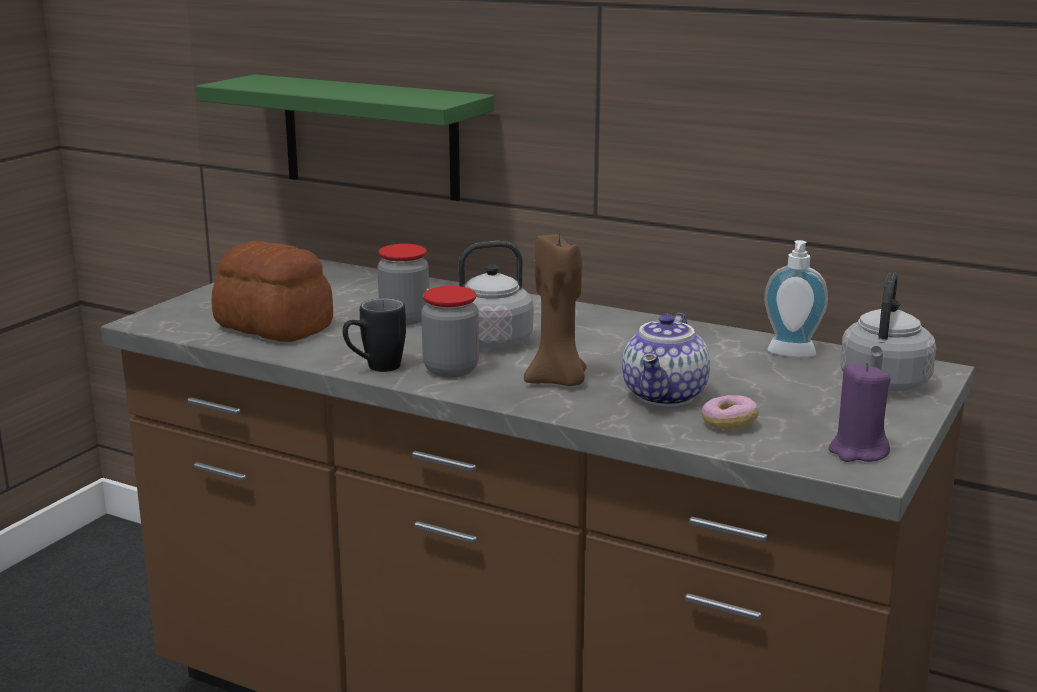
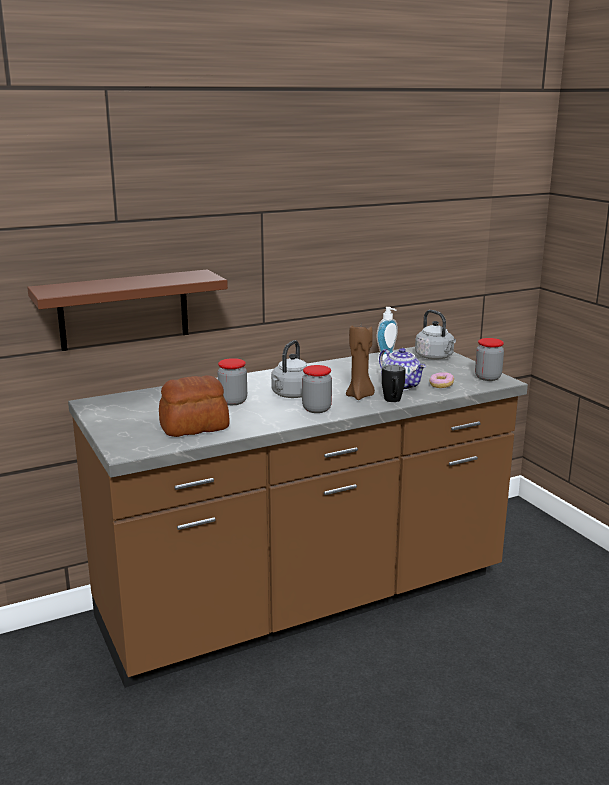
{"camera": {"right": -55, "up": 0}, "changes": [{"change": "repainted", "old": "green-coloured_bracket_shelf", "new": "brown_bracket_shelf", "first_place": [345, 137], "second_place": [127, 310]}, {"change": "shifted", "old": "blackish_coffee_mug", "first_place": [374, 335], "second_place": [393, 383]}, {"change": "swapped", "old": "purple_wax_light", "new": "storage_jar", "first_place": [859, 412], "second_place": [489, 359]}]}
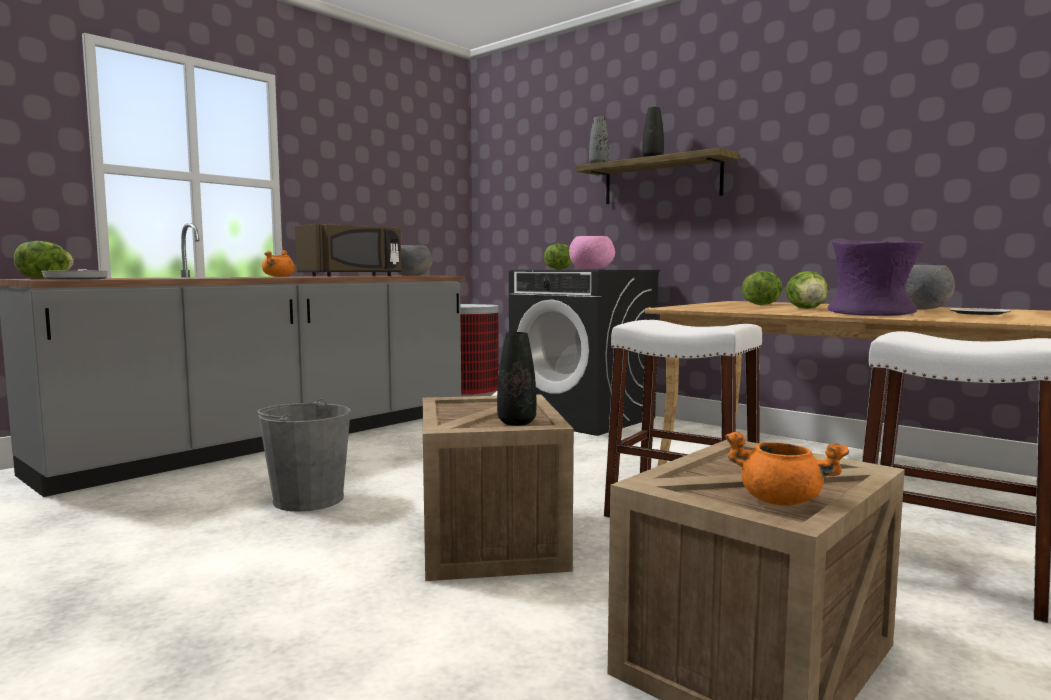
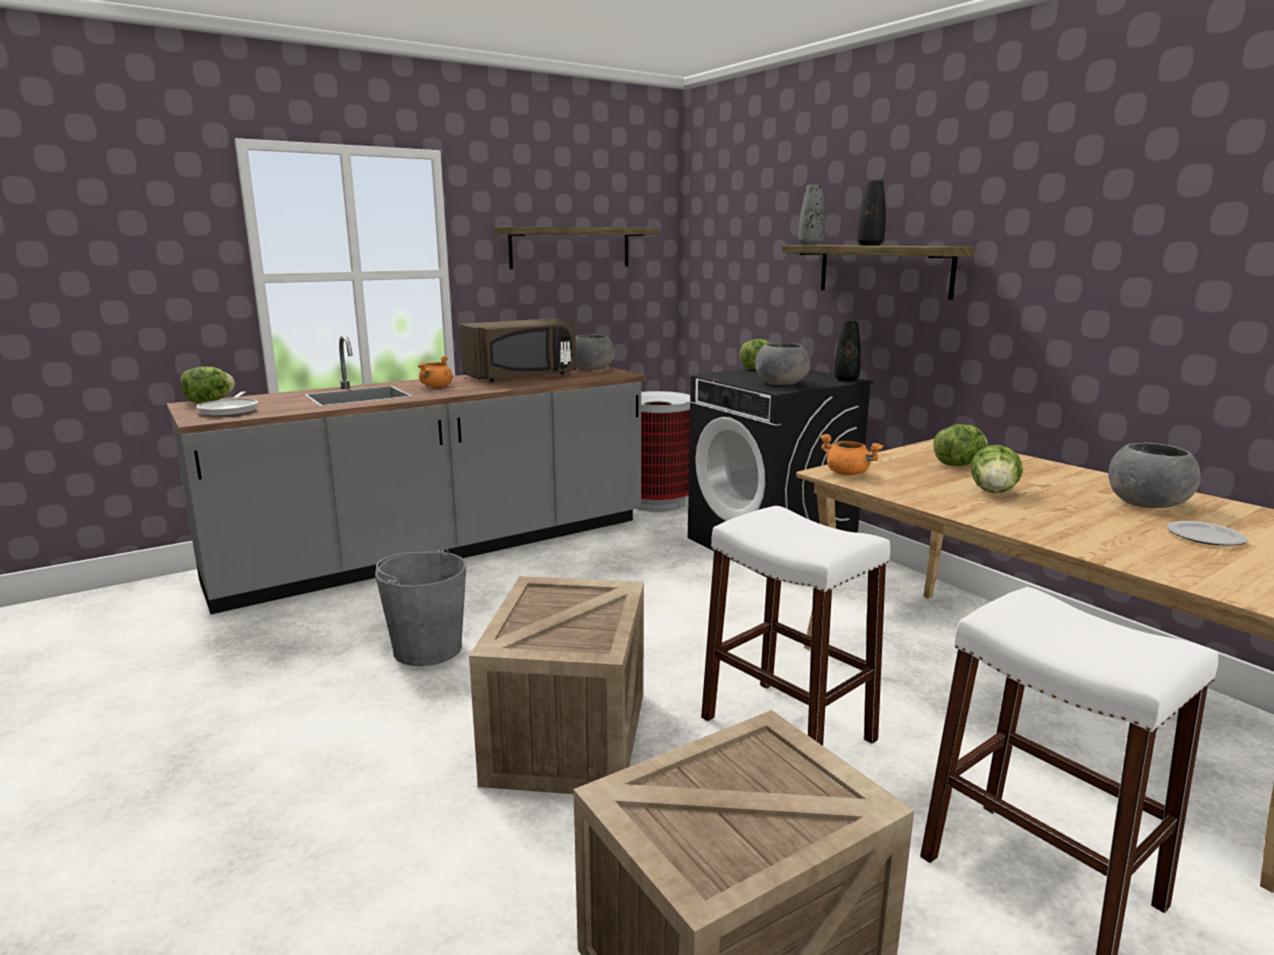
{"camera": {"right": 15, "up": 10}, "changes": [{"change": "repainted", "old": "pink_bowl", "new": "grey_bowl", "first_place": [592, 253], "second_place": [783, 364]}, {"change": "gone", "old": "purple_vase", "first_place": [875, 278]}, {"change": "shifted", "old": "blackish_vase", "first_place": [516, 379], "second_place": [847, 351]}, {"change": "shifted", "old": "orange_saucepot", "first_place": [787, 468], "second_place": [851, 454]}, {"change": "new", "new": "bracket_shelf", "second_place": [576, 248]}]}
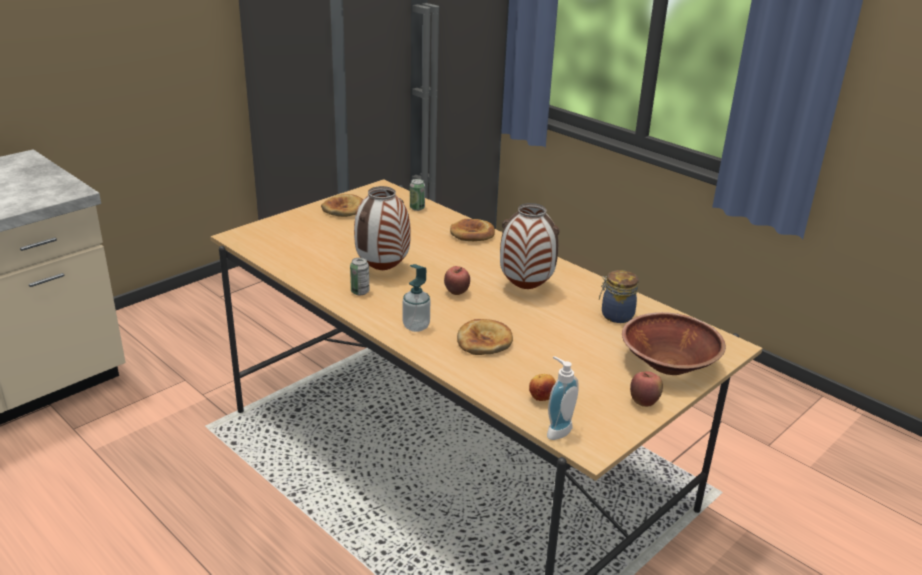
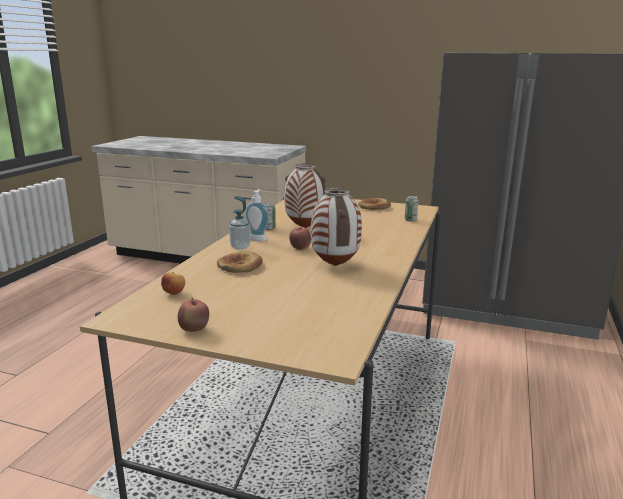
{"camera": {"right": 65, "up": -10}, "changes": [{"change": "gone", "old": "baked_bread", "first_place": [472, 230]}, {"change": "gone", "old": "storage_jar", "first_place": [619, 296]}, {"change": "gone", "old": "brown_bowl", "first_place": [674, 343]}, {"change": "shifted", "old": "liquid_soap_bottle", "first_place": [563, 398], "second_place": [257, 215]}]}
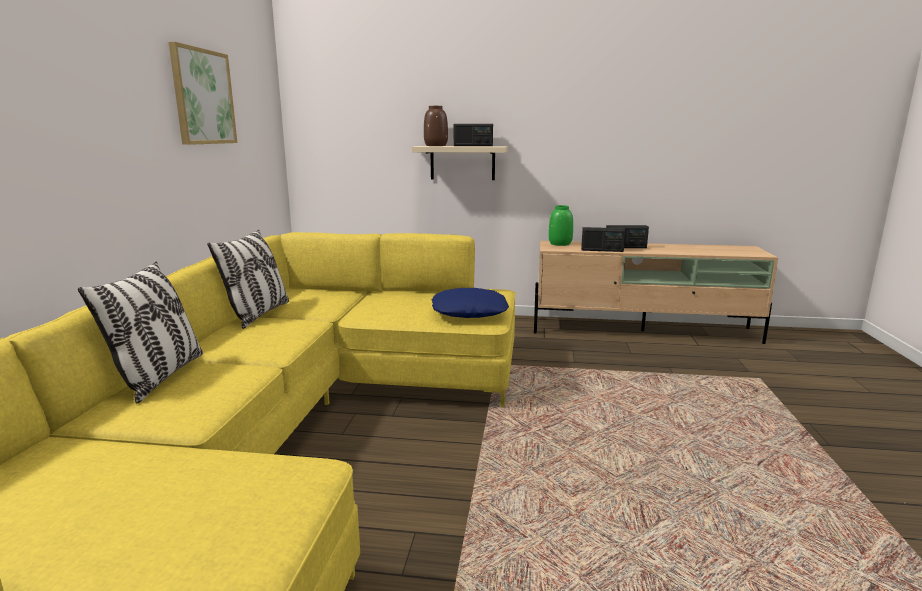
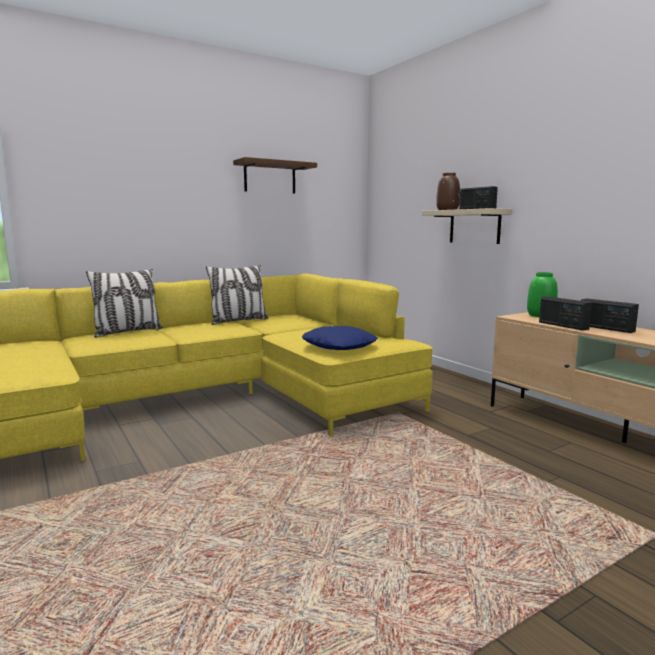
{"camera": {"right": 50, "up": -5}, "changes": [{"change": "swapped", "old": "picture", "new": "brown_bracket_shelf", "first_place": [202, 93], "second_place": [275, 175]}]}
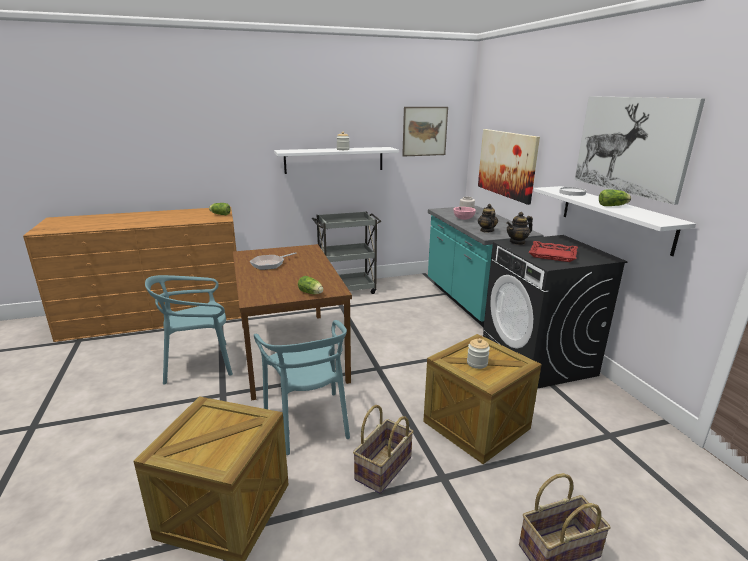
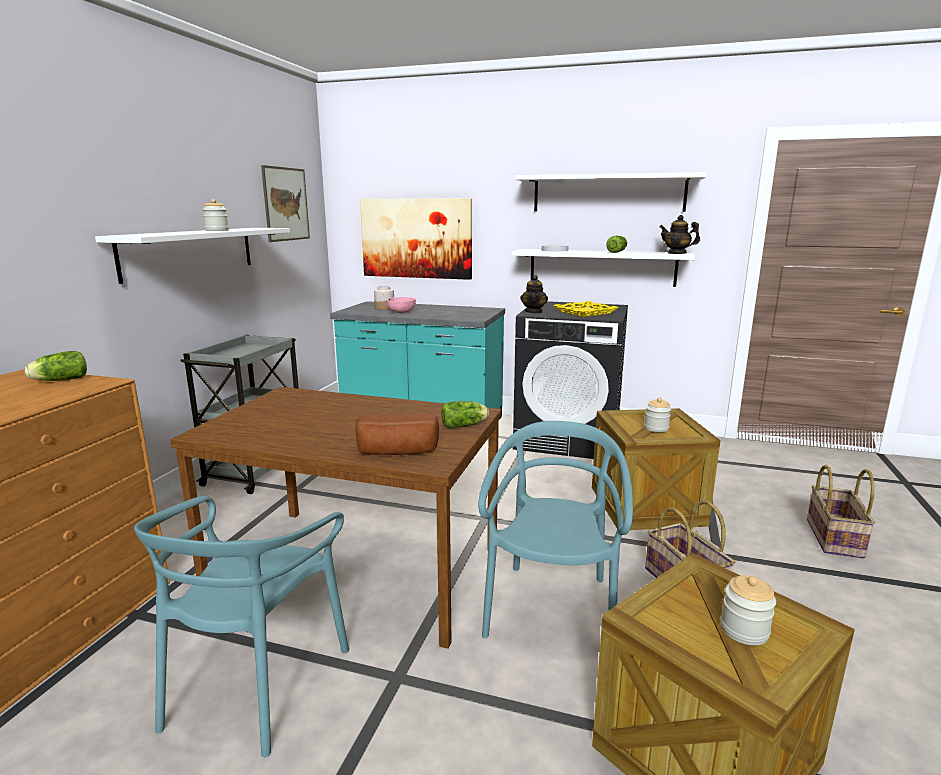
{"camera": {"right": -55, "up": -5}, "changes": [{"change": "swapped", "old": "picture", "new": "white-coloured_bracket_shelf", "first_place": [640, 150], "second_place": [610, 192]}, {"change": "shifted", "old": "teapot", "first_place": [488, 218], "second_place": [679, 234]}, {"change": "repainted", "old": "reddish_tray", "new": "yellowish_tray", "first_place": [553, 251], "second_place": [585, 309]}, {"change": "gone", "old": "pan", "first_place": [273, 261]}, {"change": "rotated", "old": "turquoise-coloured_upright_chair", "first_place": [302, 387], "second_place": [555, 529], "degrees": -90}, {"change": "new", "new": "baked_bread", "second_place": [397, 434]}, {"change": "new", "new": "storage_jar", "second_place": [748, 610]}]}
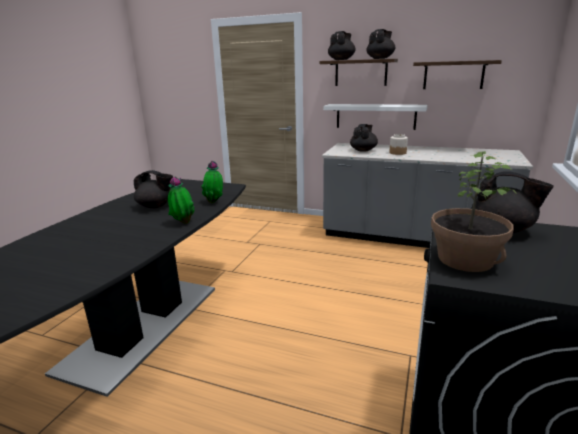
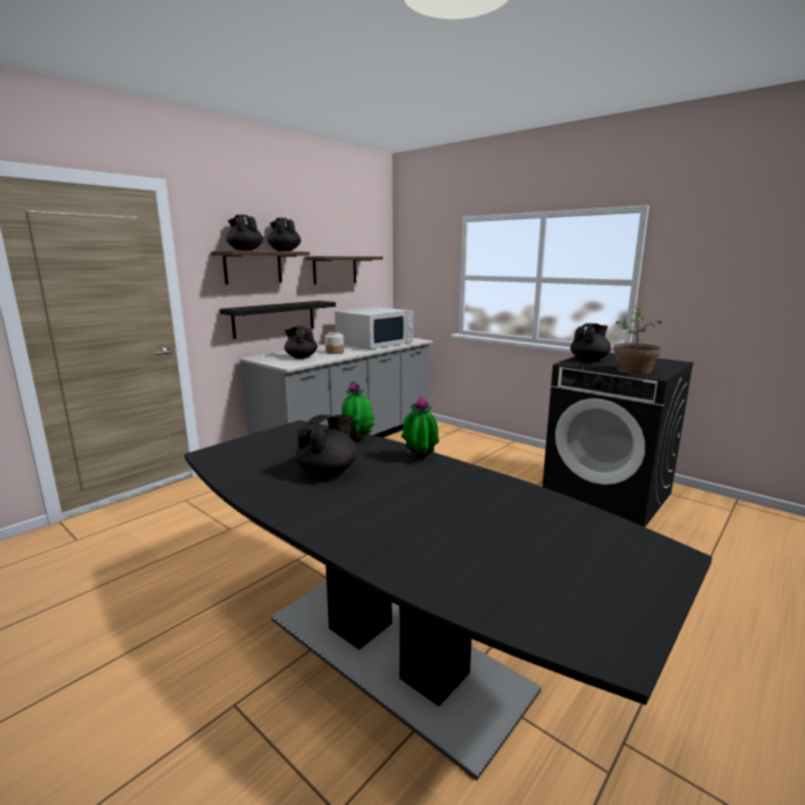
{"camera": {"right": -70, "up": -5}, "changes": [{"change": "repainted", "old": "white-coloured_bracket_shelf", "new": "blackish_bracket_shelf", "first_place": [375, 117], "second_place": [278, 320]}, {"change": "new", "new": "white-coloured_microwave_oven", "second_place": [374, 328]}]}
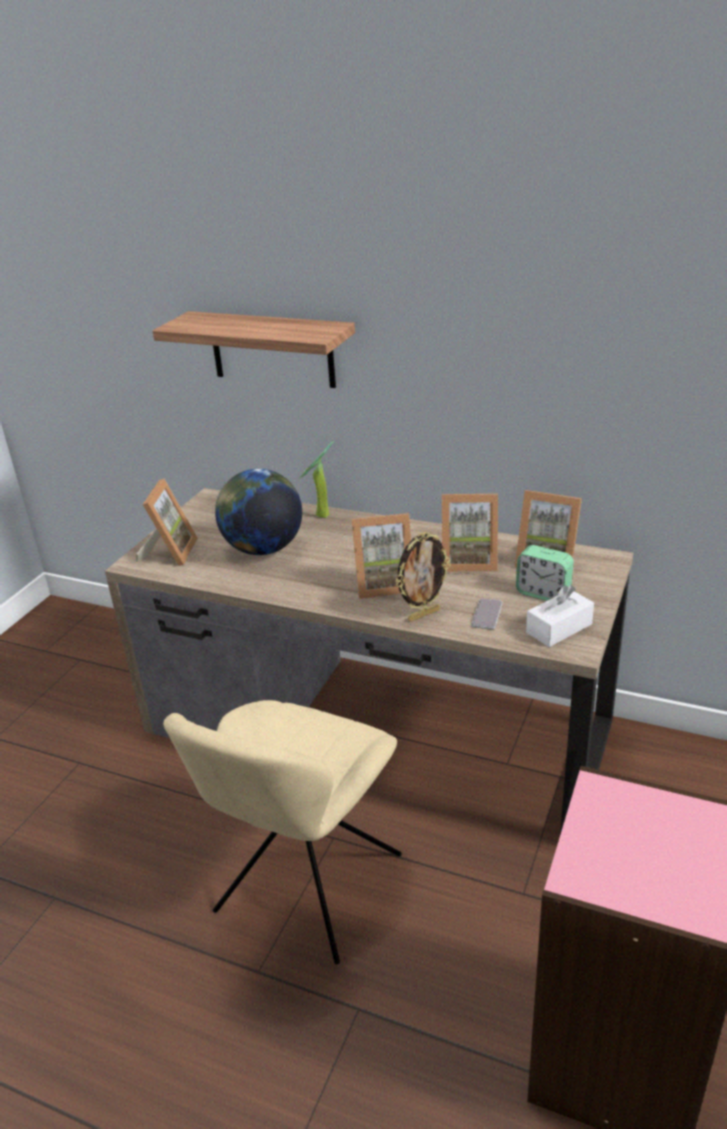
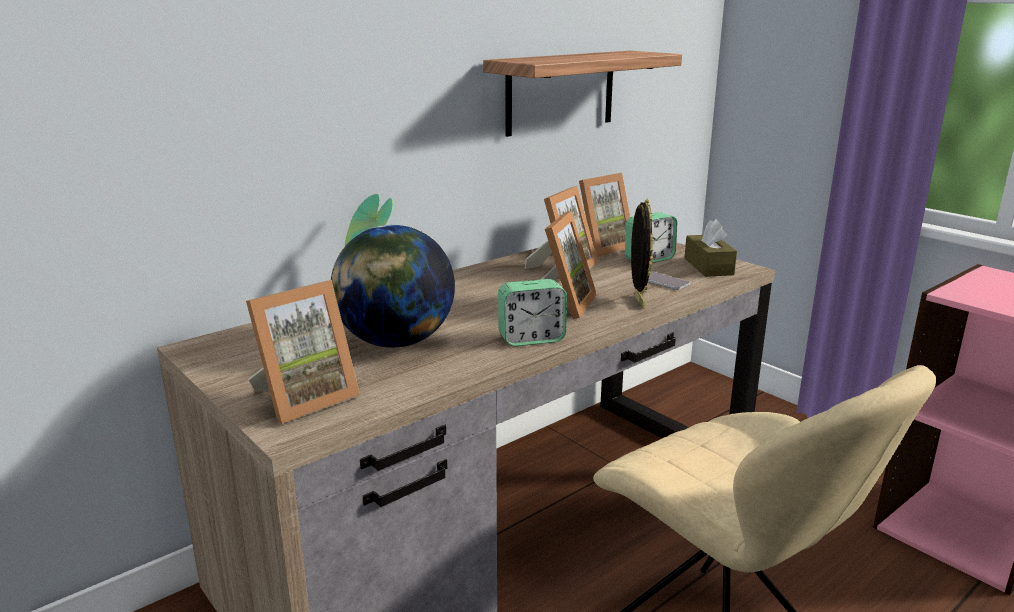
{"camera": {"right": -65, "up": -10}, "changes": [{"change": "shifted", "old": "bracket_shelf", "first_place": [253, 349], "second_place": [582, 94]}, {"change": "rotated", "old": "photo_frame", "first_place": [167, 522], "second_place": [303, 352], "degrees": 105}, {"change": "repainted", "old": "white-coloured_box_of_tissues", "new": "brown_box_of_tissues", "first_place": [560, 616], "second_place": [711, 248]}, {"change": "new", "new": "table_clock", "second_place": [532, 312]}]}
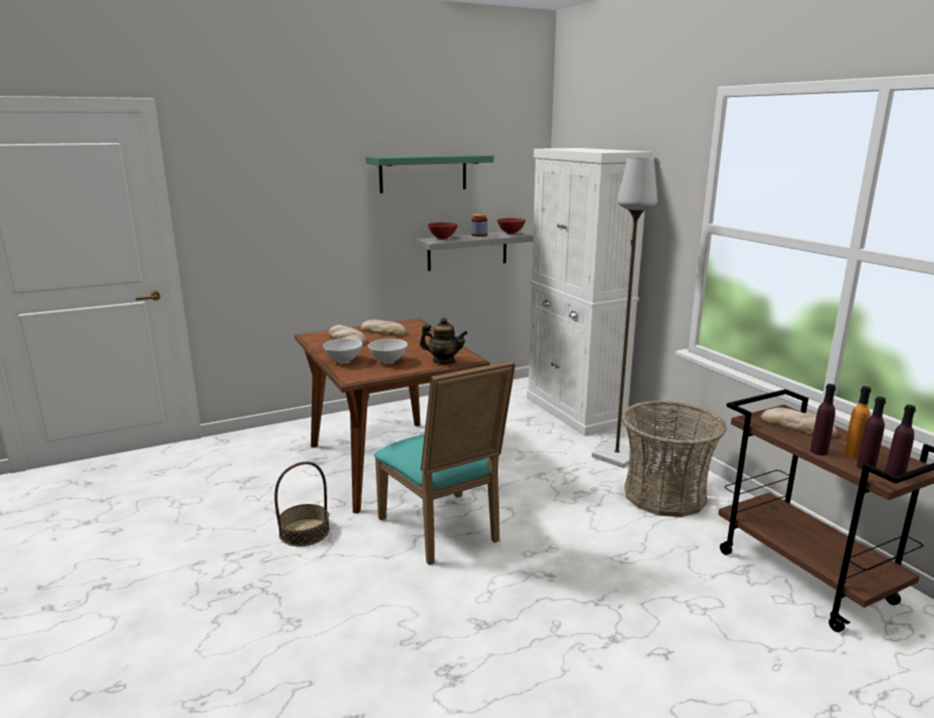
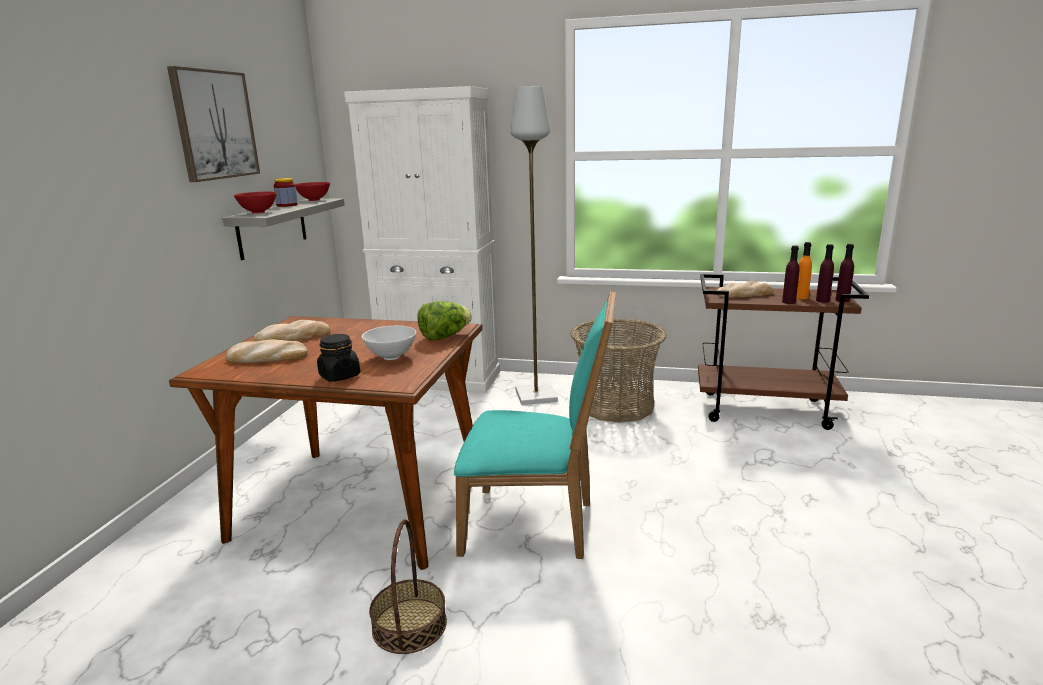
{"camera": {"right": -50, "up": 0}, "changes": [{"change": "swapped", "old": "green-coloured_bracket_shelf", "new": "picture", "first_place": [430, 173], "second_place": [213, 124]}, {"change": "swapped", "old": "teapot", "new": "head_of_lettuce", "first_place": [444, 340], "second_place": [444, 321]}, {"change": "swapped", "old": "white-coloured_bowl", "new": "blackish_storage_jar", "first_place": [343, 351], "second_place": [338, 358]}]}
